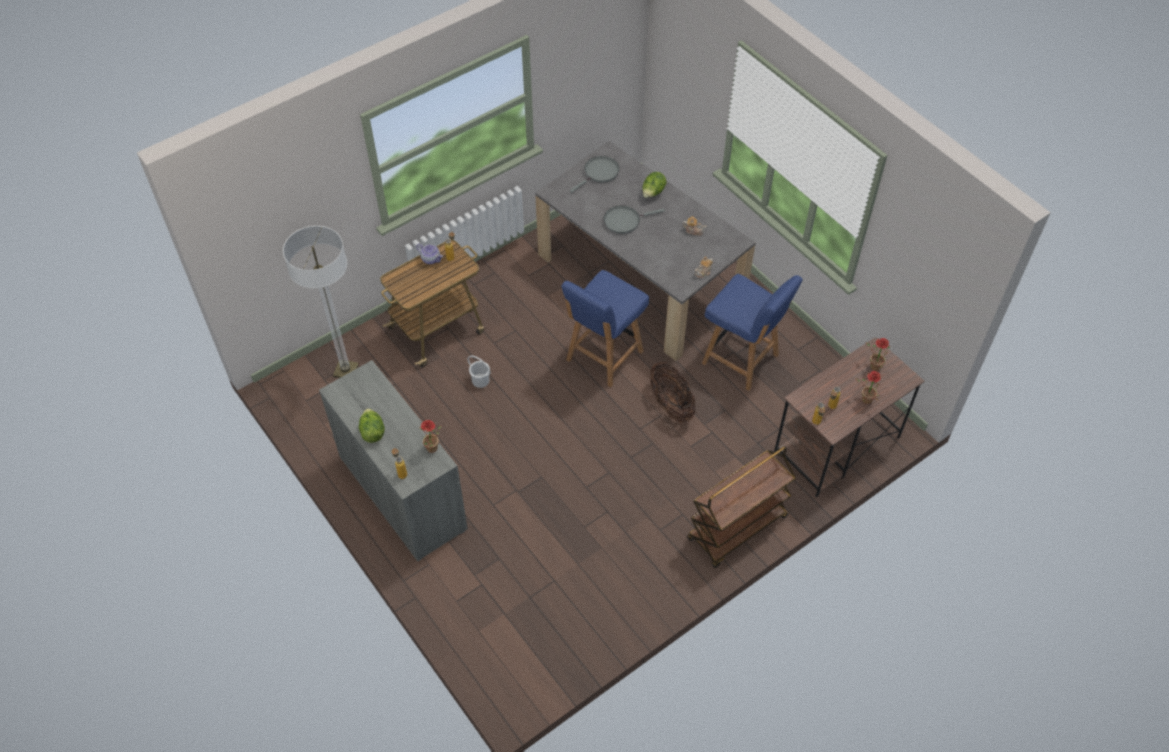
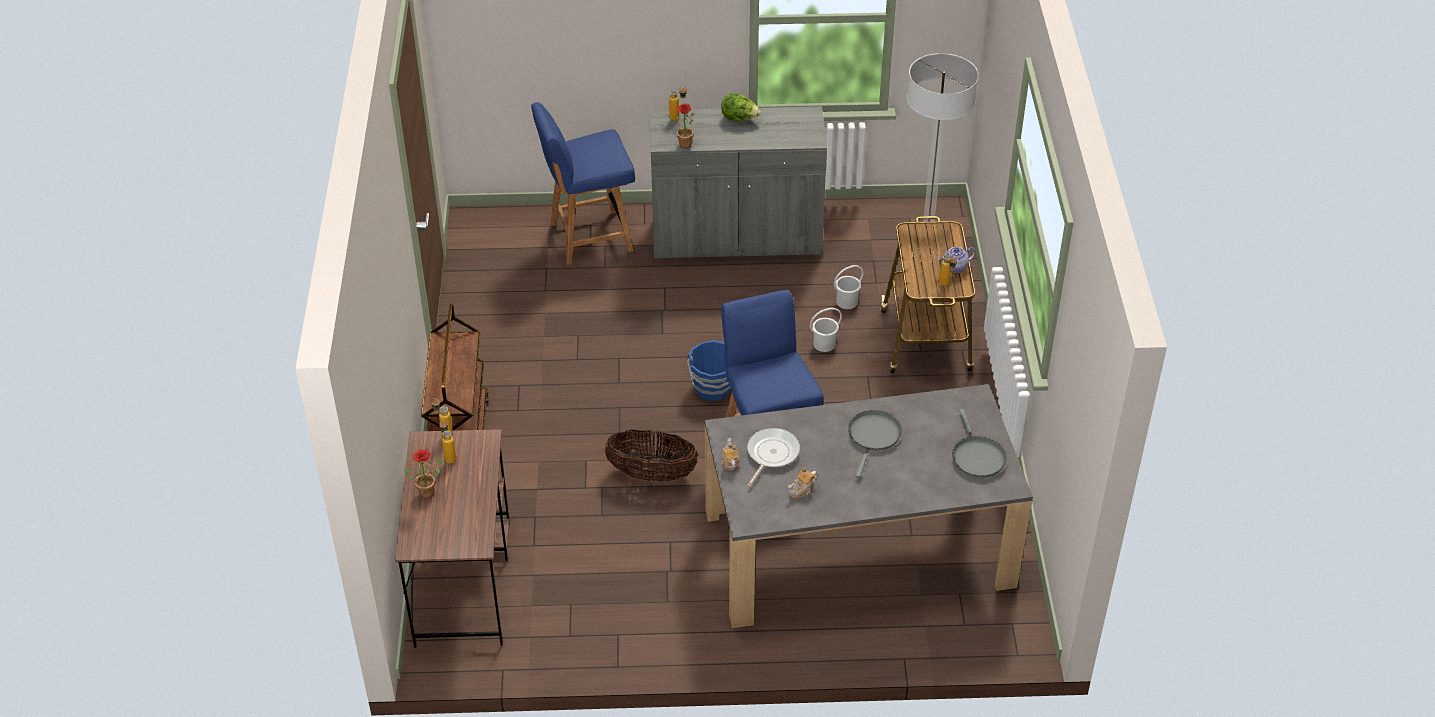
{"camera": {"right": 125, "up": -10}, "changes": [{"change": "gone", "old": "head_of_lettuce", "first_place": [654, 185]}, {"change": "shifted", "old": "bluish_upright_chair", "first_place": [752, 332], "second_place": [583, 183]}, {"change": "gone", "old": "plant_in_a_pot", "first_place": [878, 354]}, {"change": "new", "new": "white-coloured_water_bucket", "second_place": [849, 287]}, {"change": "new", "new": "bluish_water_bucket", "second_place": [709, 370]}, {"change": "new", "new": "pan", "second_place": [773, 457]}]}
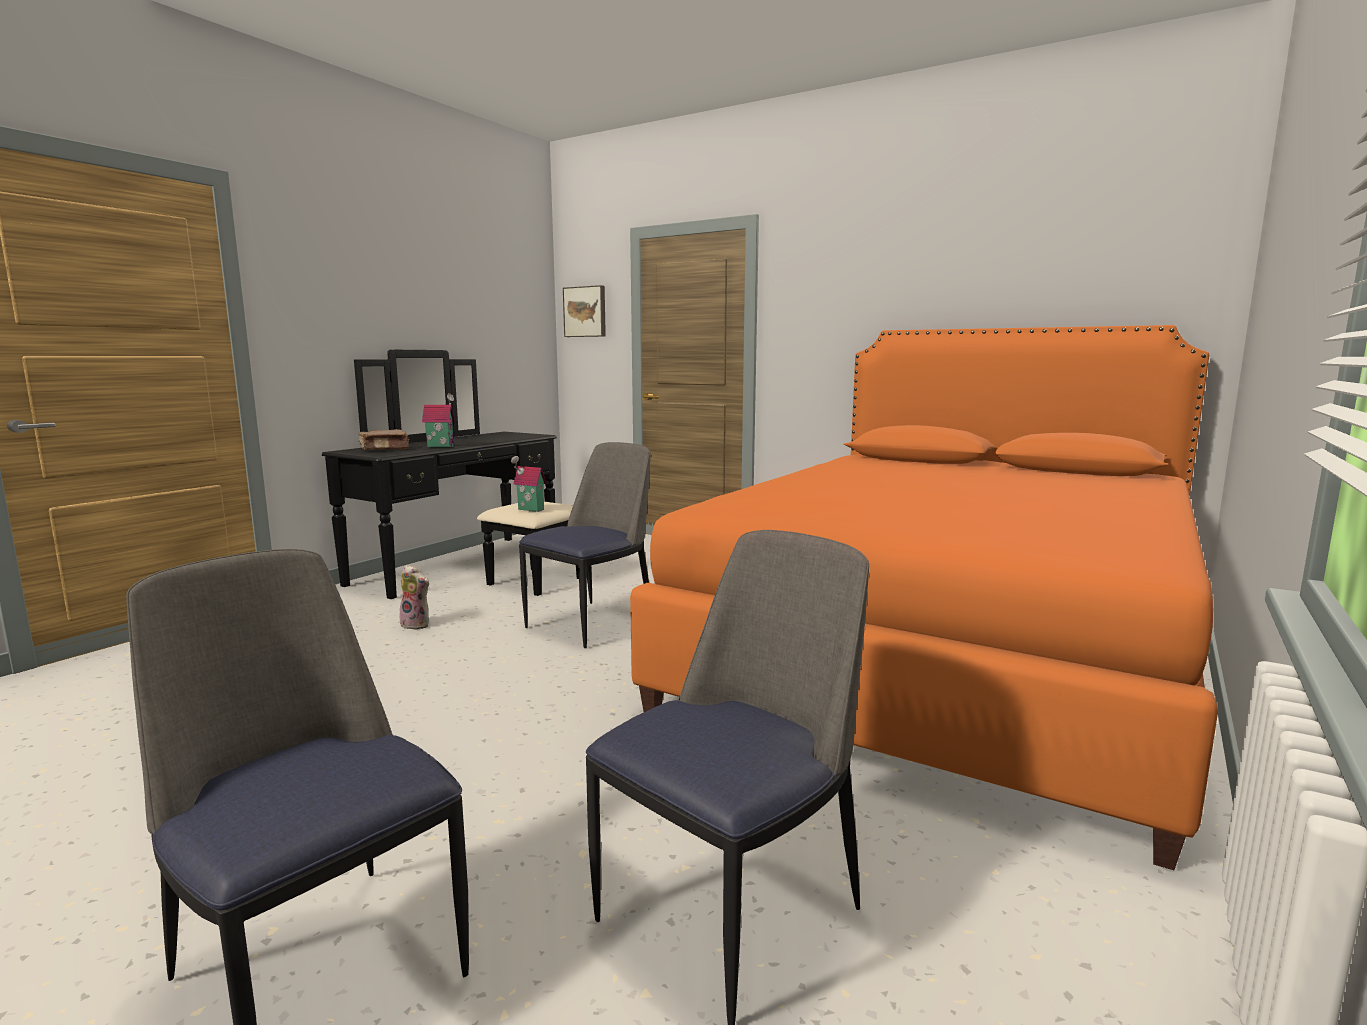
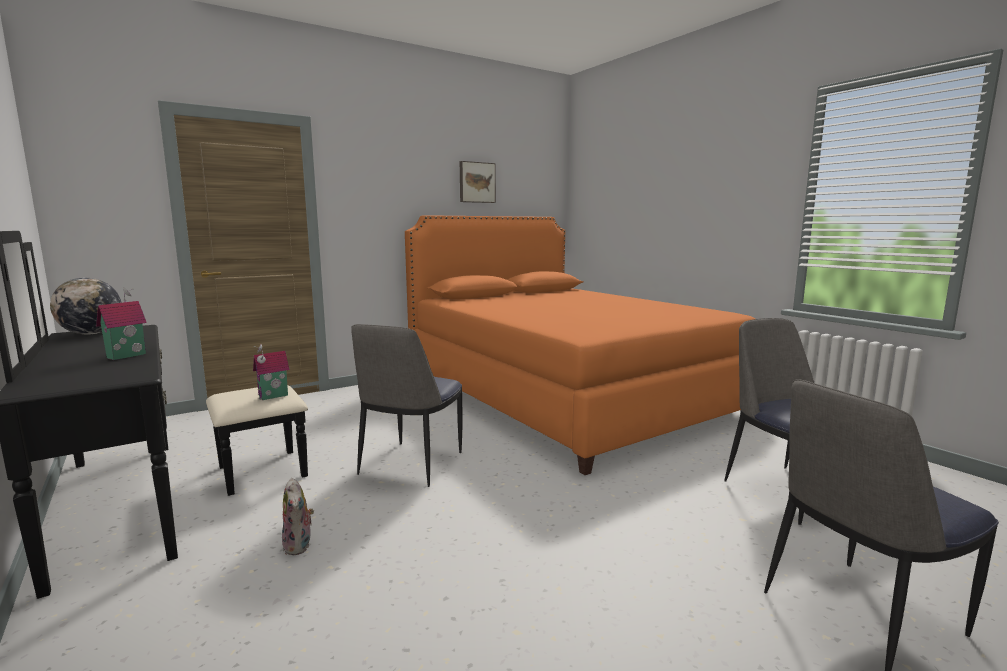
{"camera": {"right": -65, "up": 0}, "changes": [{"change": "shifted", "old": "picture", "first_place": [584, 311], "second_place": [478, 182]}, {"change": "gone", "old": "brown_bound_book", "first_place": [384, 439]}, {"change": "rotated", "old": "upright_chair", "first_place": [585, 545], "second_place": [407, 405], "degrees": -135}, {"change": "rotated", "old": "plush_toy", "first_place": [414, 597], "second_place": [298, 516], "degrees": 105}, {"change": "new", "new": "world_globe", "second_place": [85, 306]}]}
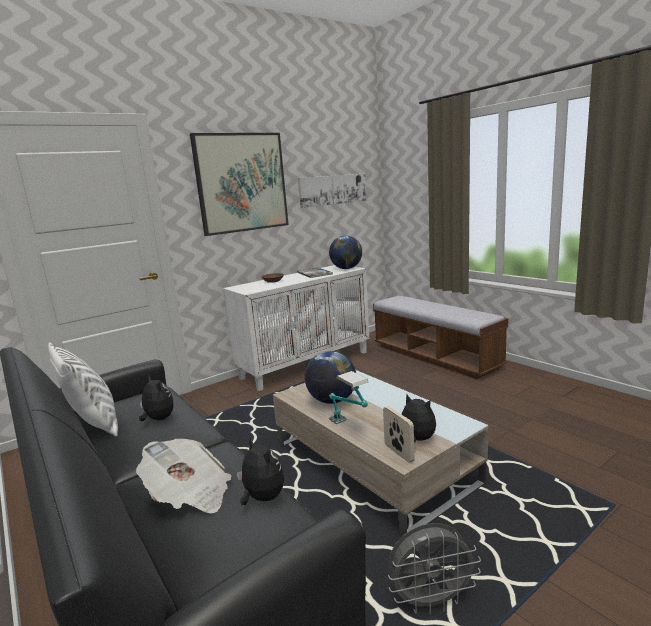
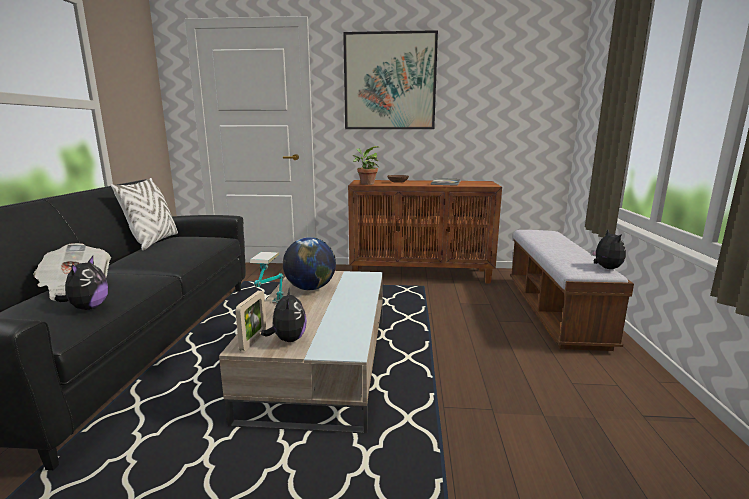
{"camera": {"right": 40, "up": 0}, "changes": [{"change": "gone", "old": "picture", "first_place": [332, 190]}, {"change": "gone", "old": "world_globe", "first_place": [345, 252]}, {"change": "repainted", "old": "white-coloured_storage_cabinet", "new": "brown_storage_cabinet", "first_place": [296, 328], "second_place": [425, 232]}, {"change": "shifted", "old": "plush_toy", "first_place": [156, 398], "second_place": [608, 249]}, {"change": "gone", "old": "grey_fan", "first_place": [434, 569]}, {"change": "new", "new": "plant_in_a_pot", "second_place": [365, 165]}]}
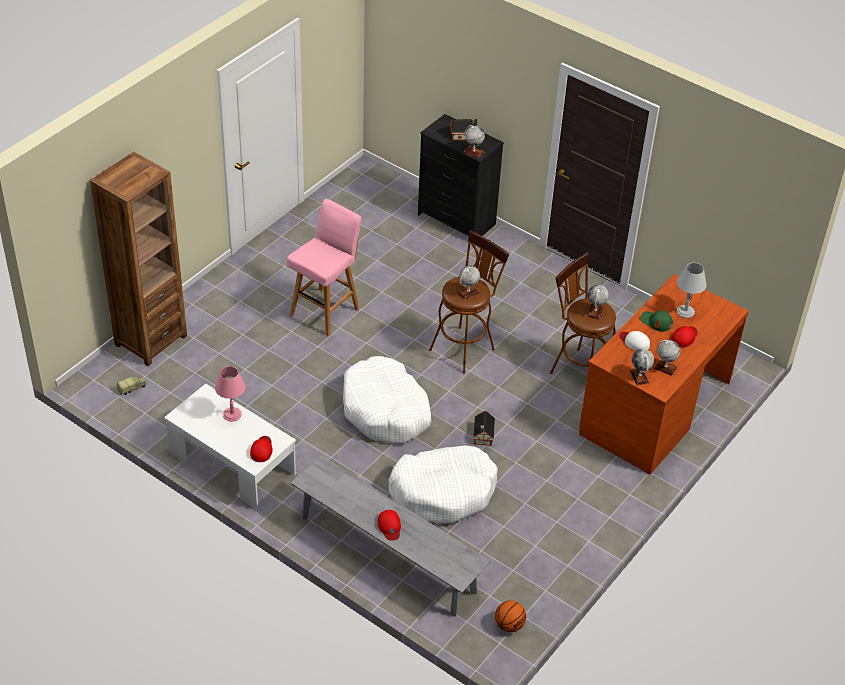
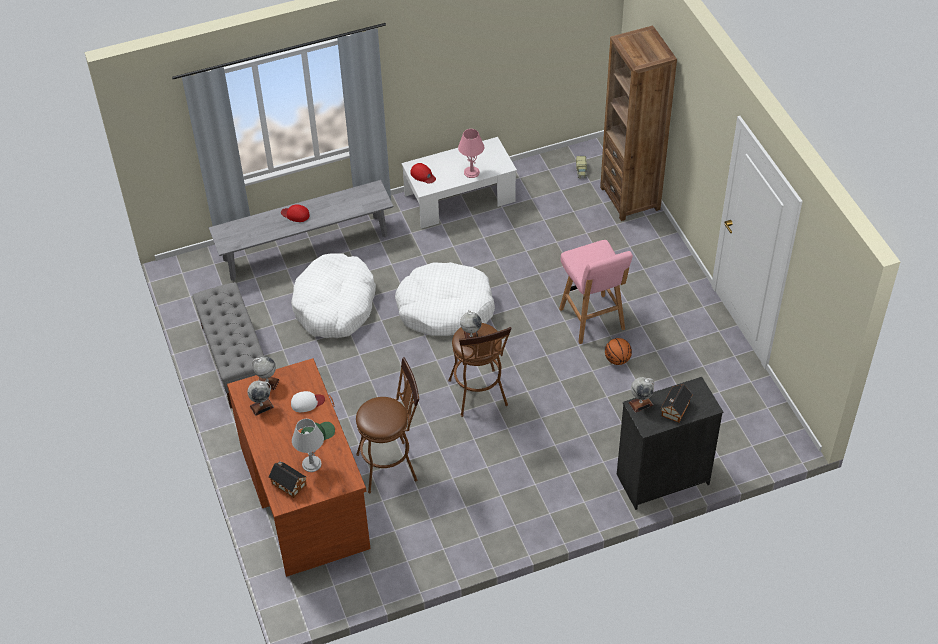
{"camera": {"right": 125, "up": 5}, "changes": [{"change": "gone", "old": "world_globe", "first_place": [598, 302]}, {"change": "gone", "old": "reddish_baseball_cap", "first_place": [685, 336]}, {"change": "shifted", "old": "model_house", "first_place": [484, 428], "second_place": [288, 479]}, {"change": "shifted", "old": "ball_for_basketball", "first_place": [510, 616], "second_place": [618, 351]}, {"change": "new", "new": "grey_long_seat", "second_place": [228, 345]}]}
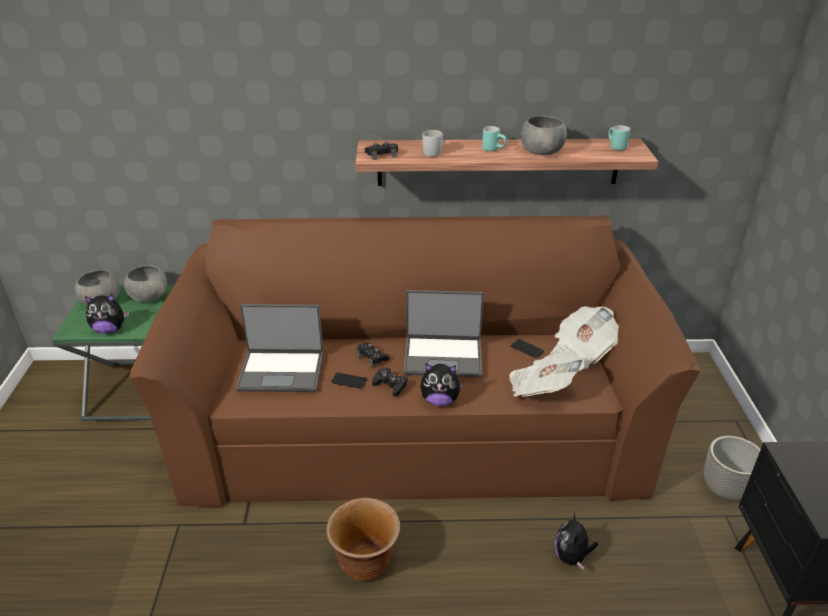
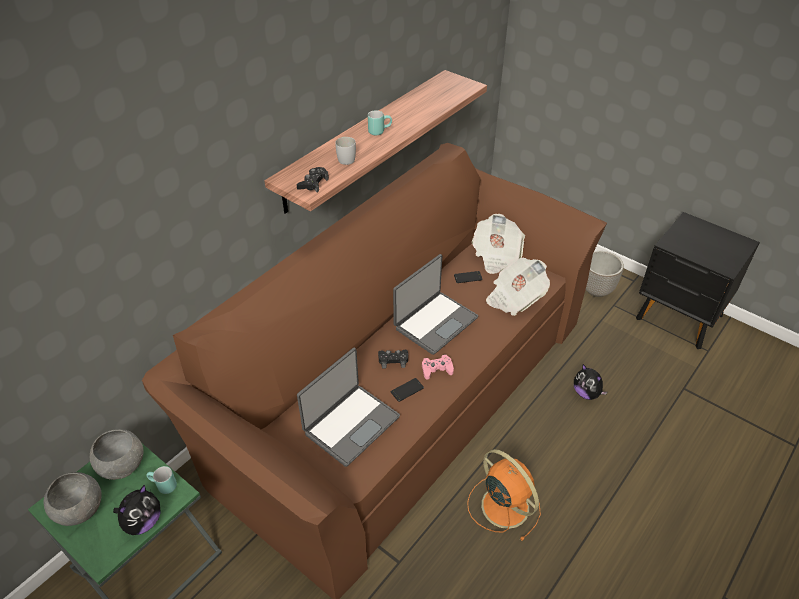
{"camera": {"right": -50, "up": 10}, "changes": [{"change": "gone", "old": "grey_bowl", "first_place": [544, 135]}, {"change": "shifted", "old": "turquoise-coloured_coffee_mug", "first_place": [619, 138], "second_place": [162, 480]}, {"change": "gone", "old": "plush_toy", "first_place": [442, 385]}, {"change": "repainted", "old": "blackish_gamepad", "new": "pink_gamepad", "first_place": [390, 382], "second_place": [438, 367]}, {"change": "swapped", "old": "brown_plant_pot", "new": "orange_fan", "first_place": [363, 539], "second_place": [504, 495]}]}
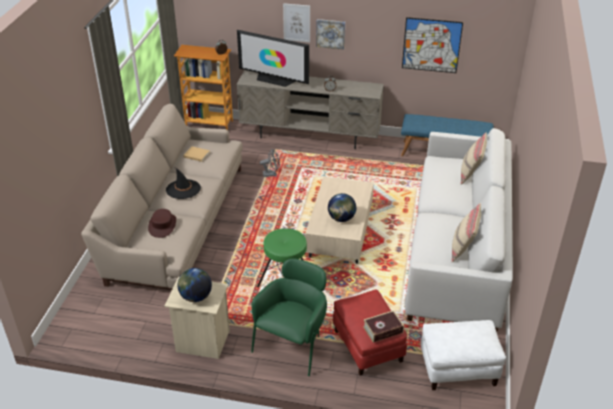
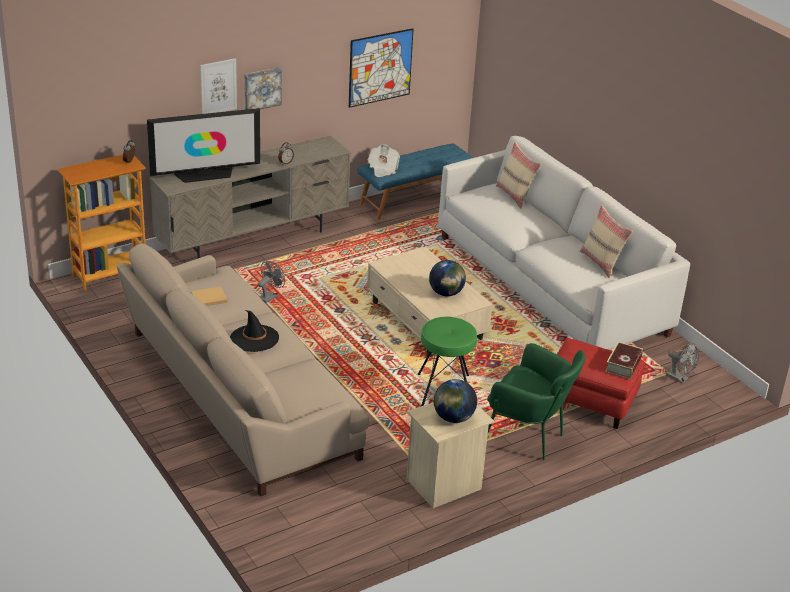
{"camera": {"right": -45, "up": -5}, "changes": [{"change": "gone", "old": "brown_wearable_hat", "first_place": [162, 223]}, {"change": "rotated", "old": "green-coloured_armchair", "first_place": [289, 317], "second_place": [536, 401], "degrees": 135}, {"change": "swapped", "old": "white-coloured_footrest", "new": "grey_fan", "first_place": [463, 355], "second_place": [682, 363]}, {"change": "new", "new": "daily_paper", "second_place": [384, 160]}]}
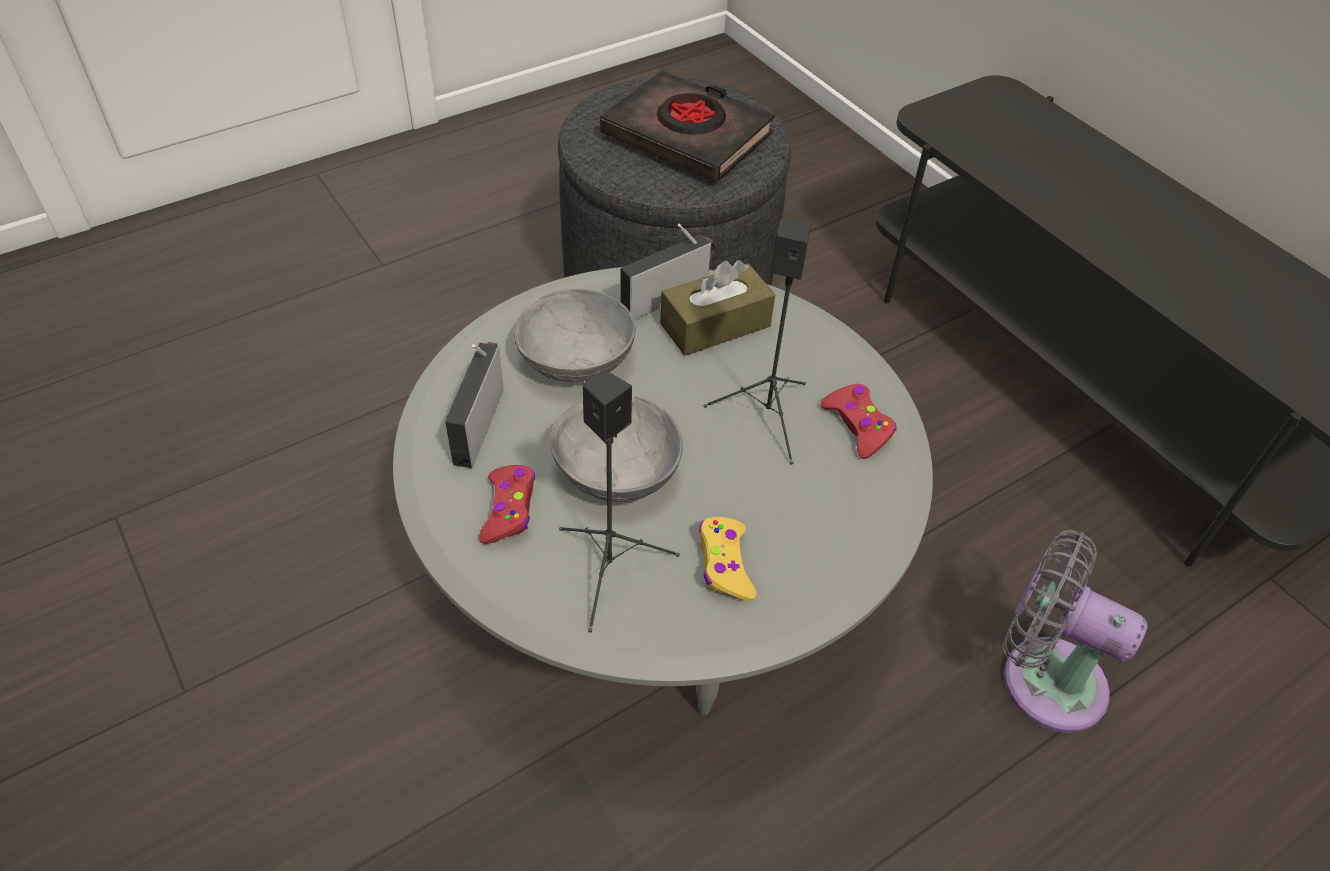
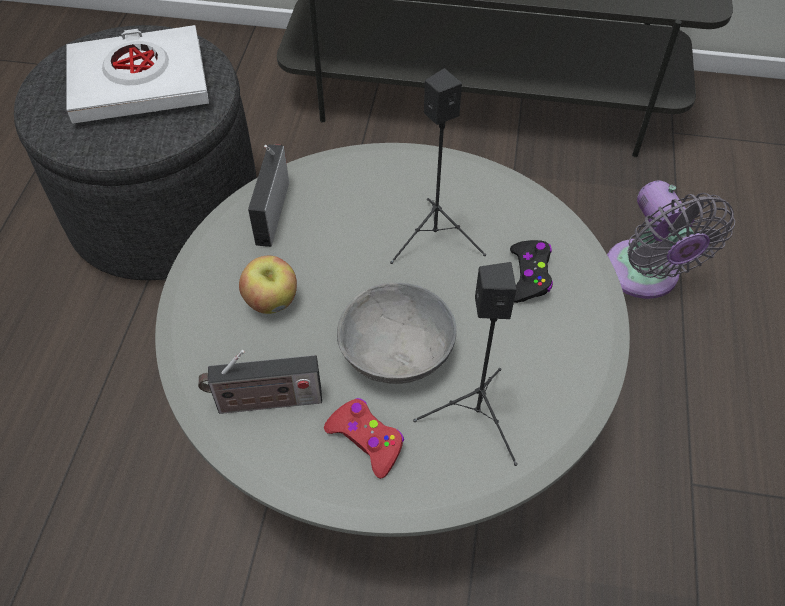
{"camera": {"right": -45, "up": 5}, "changes": [{"change": "repainted", "old": "blackish_bound_book", "new": "white-coloured_bound_book", "first_place": [687, 127], "second_place": [137, 74]}, {"change": "gone", "old": "brown_box_of_tissues", "first_place": [718, 308]}, {"change": "swapped", "old": "grey_bowl", "new": "apple_fruit", "first_place": [575, 335], "second_place": [268, 285]}, {"change": "rotated", "old": "radio", "first_place": [474, 405], "second_place": [260, 382], "degrees": -60}, {"change": "gone", "old": "reddish_gamepad", "first_place": [858, 421]}, {"change": "gone", "old": "yellowish_gamepad", "first_place": [727, 559]}, {"change": "rotated", "old": "grey_fan", "first_place": [1075, 631], "second_place": [671, 239], "degrees": -90}, {"change": "new", "new": "blackish_gamepad", "second_place": [531, 271]}]}
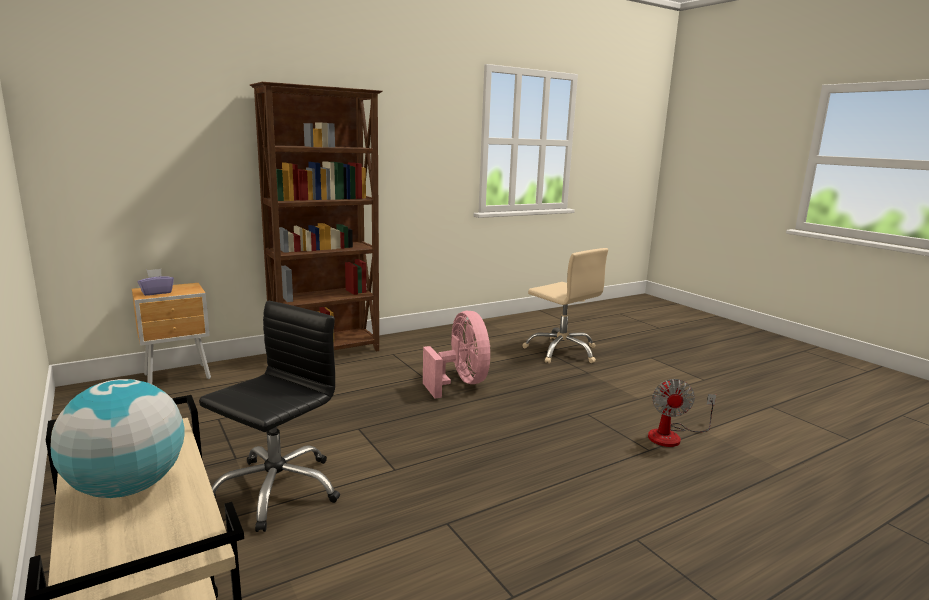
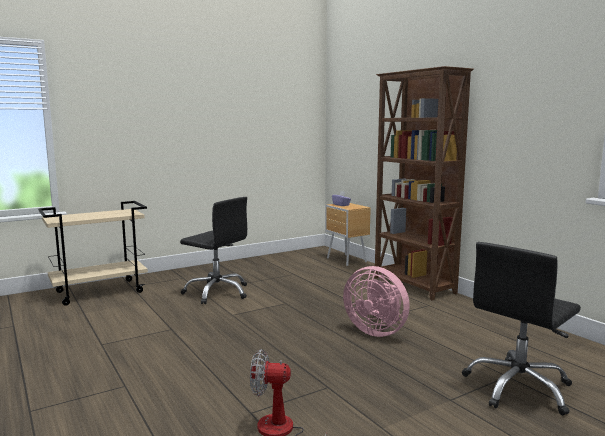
{"camera": {"right": 90, "up": -5}, "changes": [{"change": "repainted", "old": "beige_computer_chair", "new": "blackish_computer_chair", "first_place": [565, 306], "second_place": [521, 328]}, {"change": "rotated", "old": "pink_fan", "first_place": [456, 354], "second_place": [376, 301], "degrees": 60}, {"change": "gone", "old": "world_globe", "first_place": [117, 438]}]}
